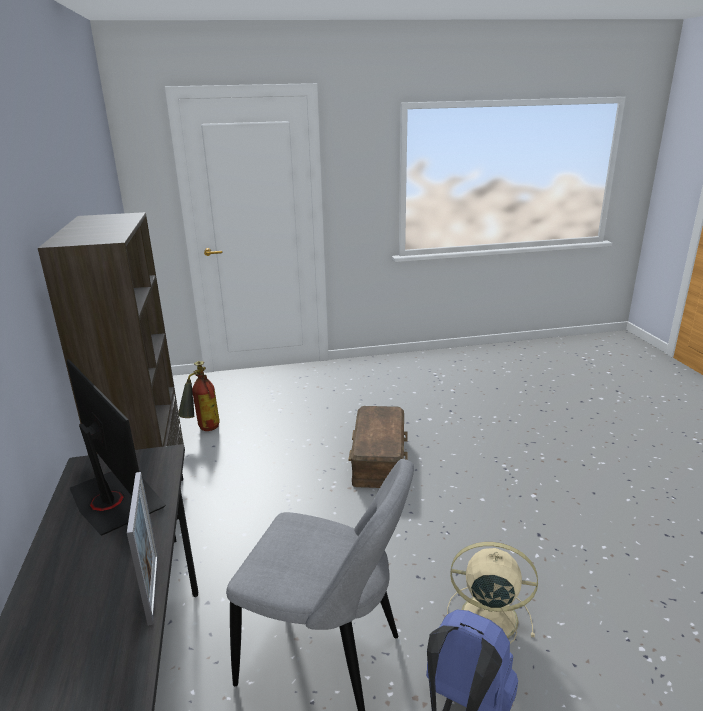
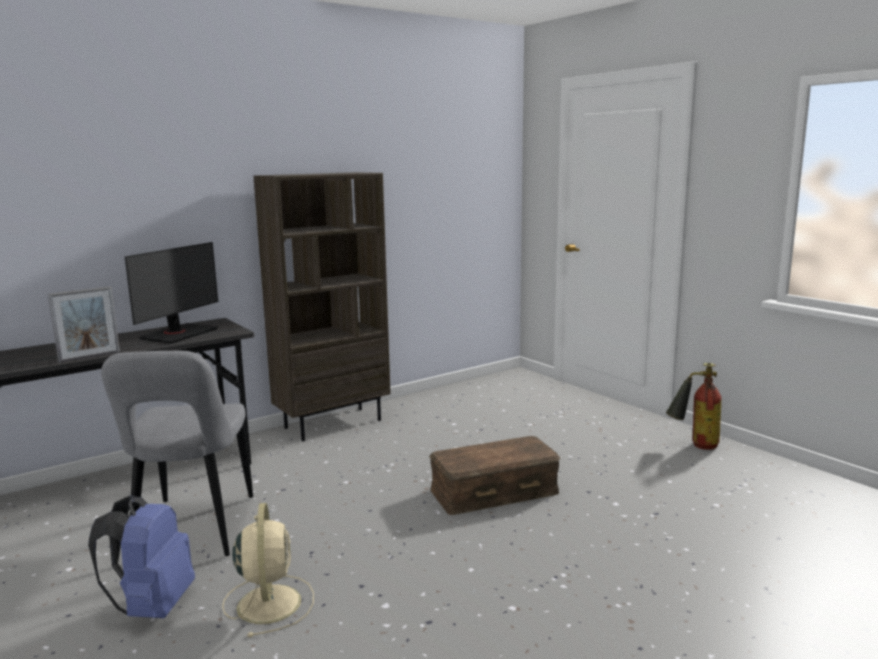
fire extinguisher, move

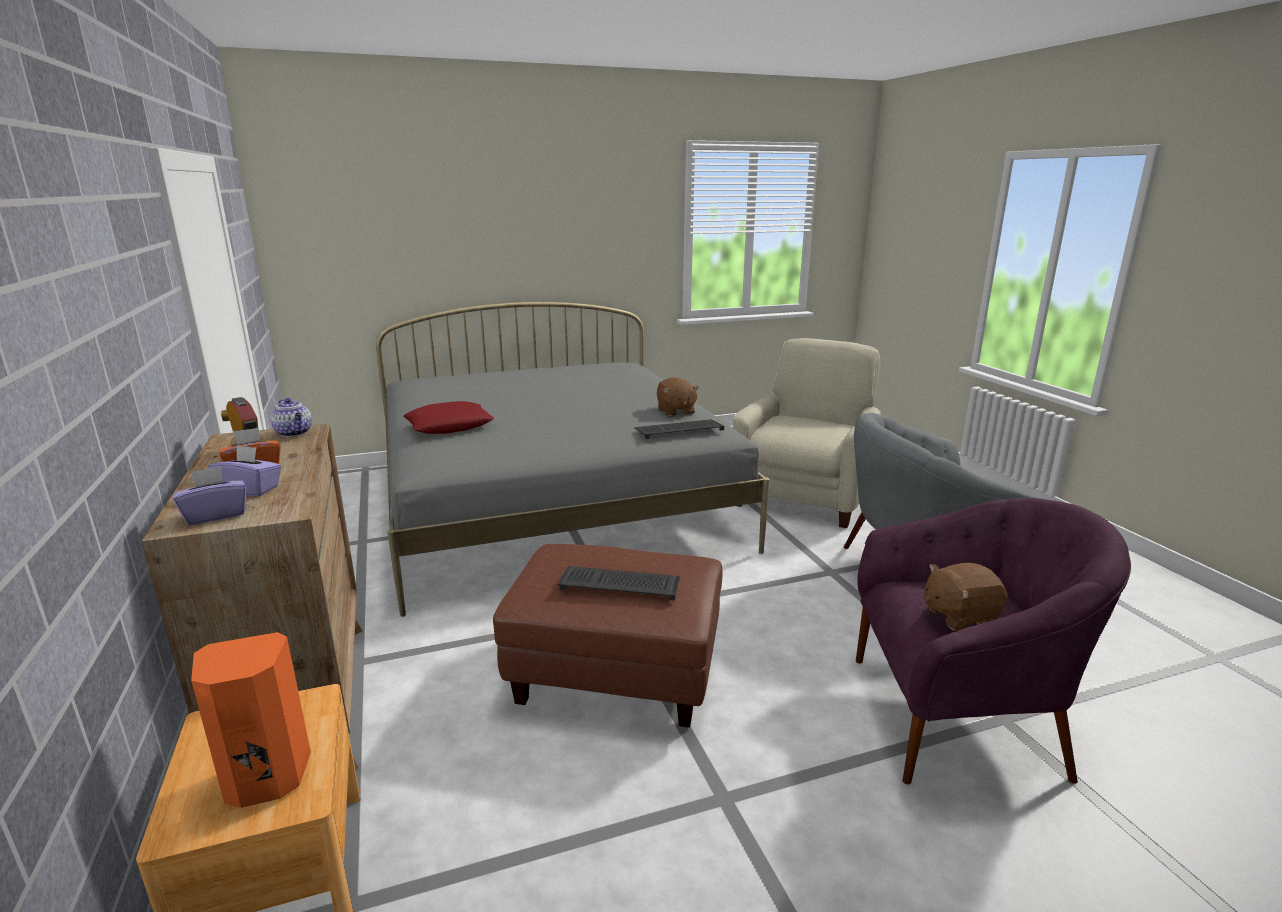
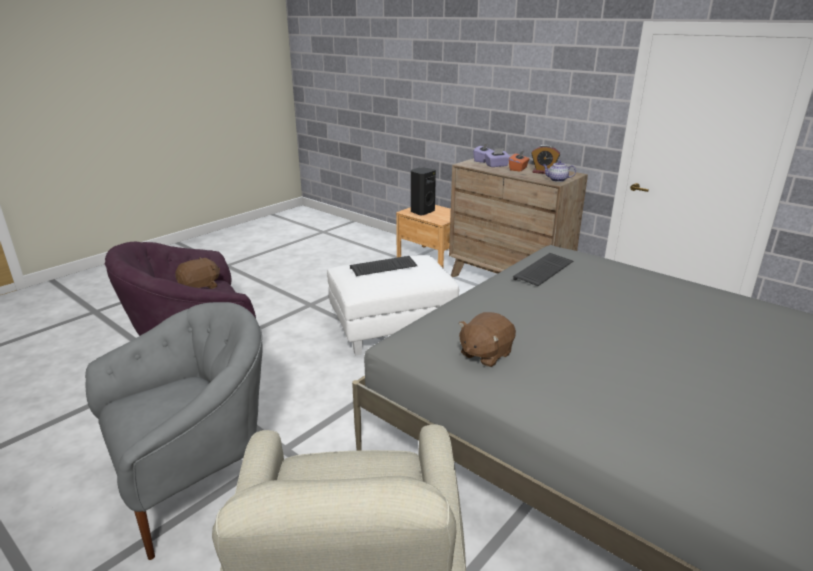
ottoman (brown) → ottoman (white)
speaker (orange) → speaker (black)
plush toy (brown) (1st from left in the first image) → plush toy (brown) (2nd from left), 90 degrees counterclockwise
keyboard (2nd from left), move
pillow (red) → -

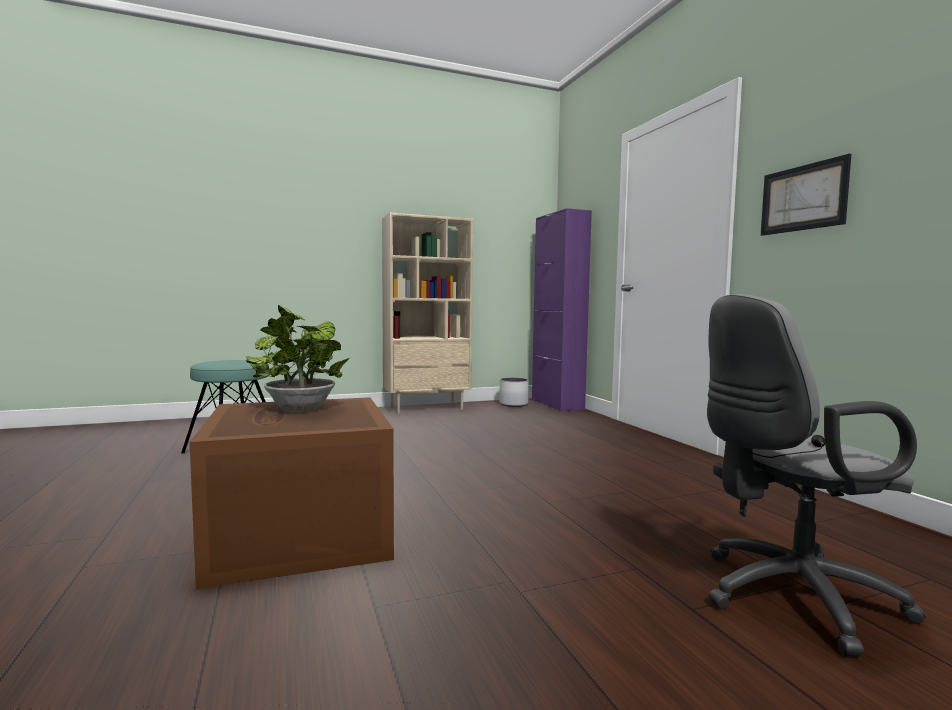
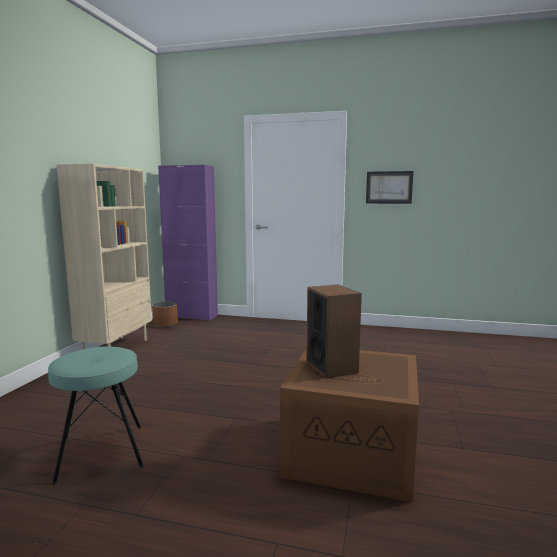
planter (white) → planter (brown)
potted plant → speaker
office chair (grey) → -

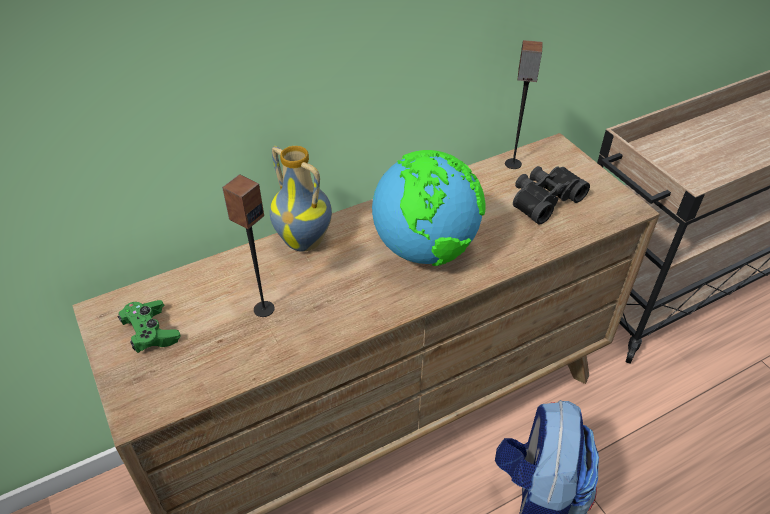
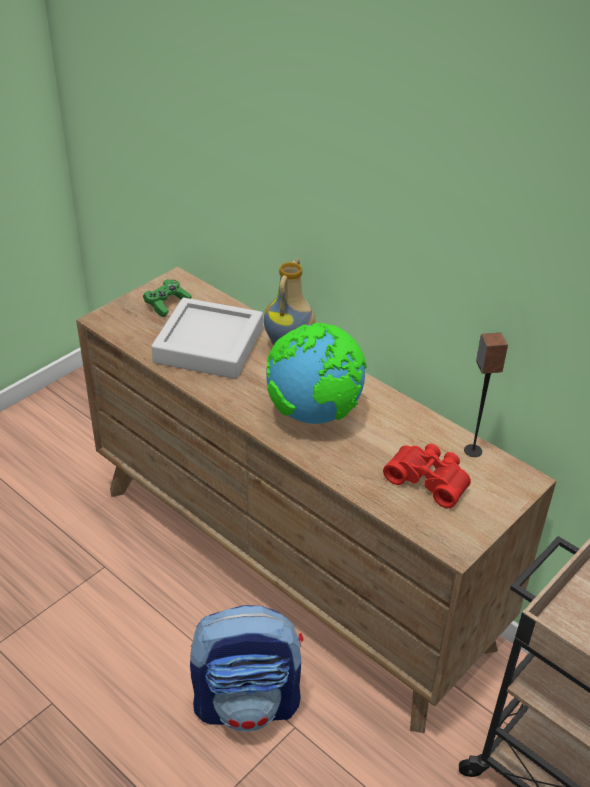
speaker (1st from left) → tray (grey)
binoculars (black) → binoculars (red)

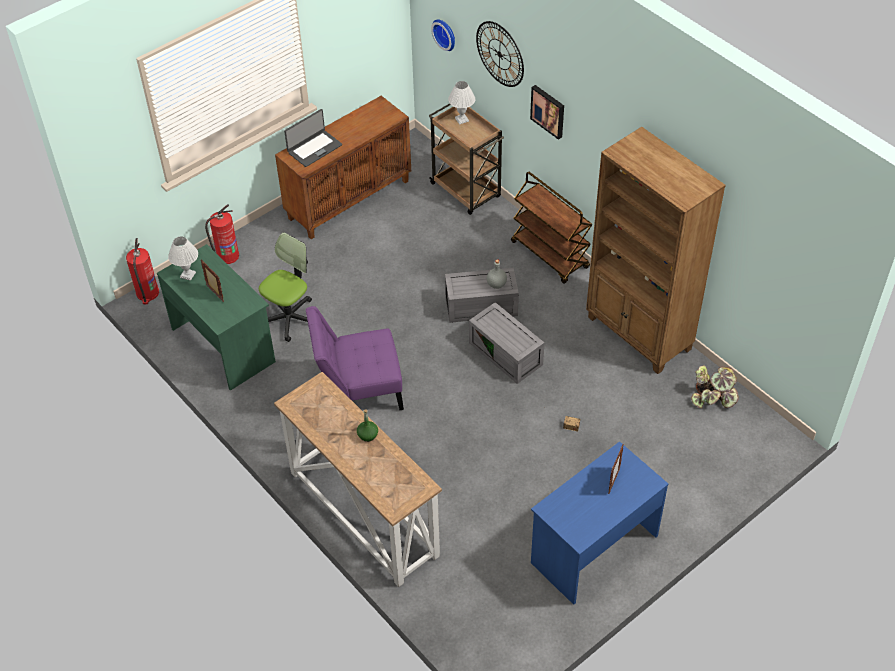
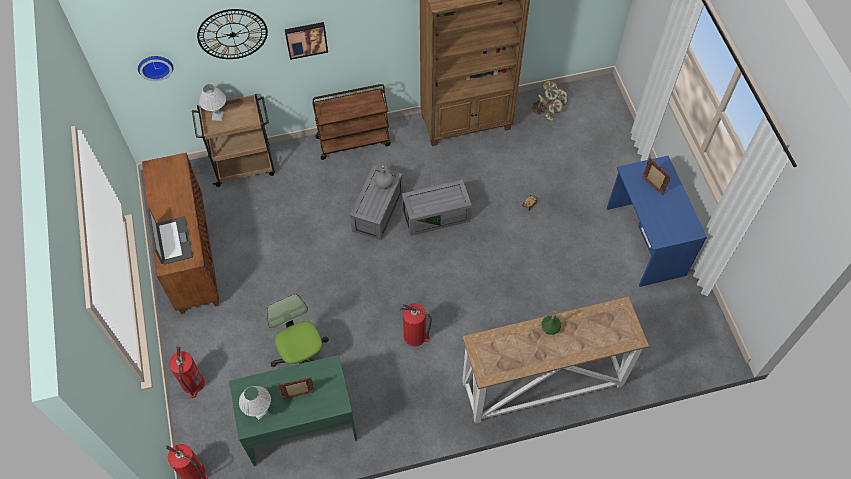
chair (purple) → fire extinguisher (3rd from left)

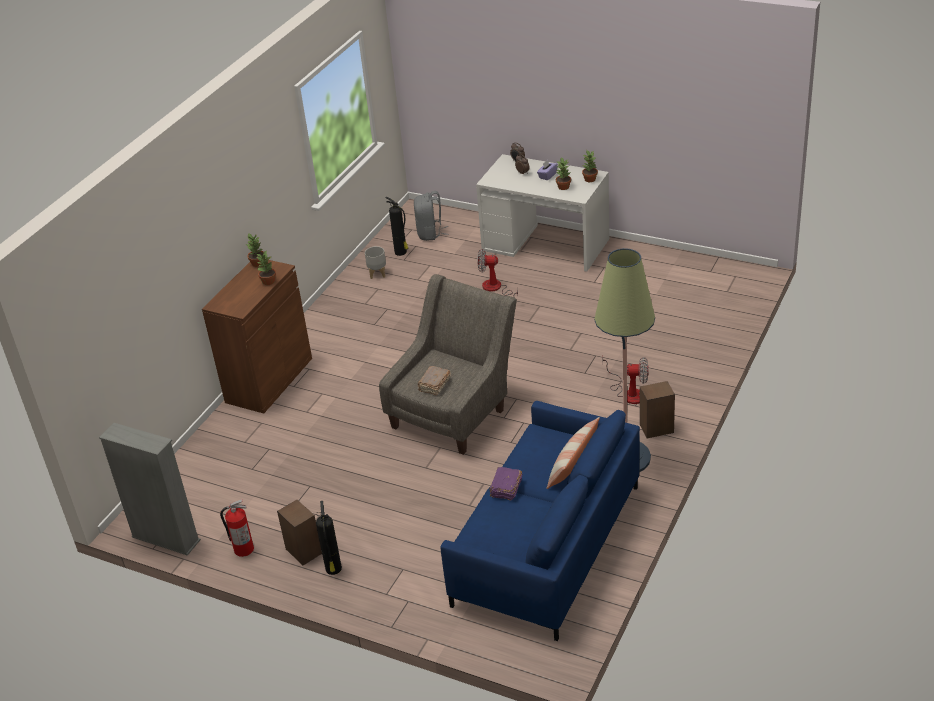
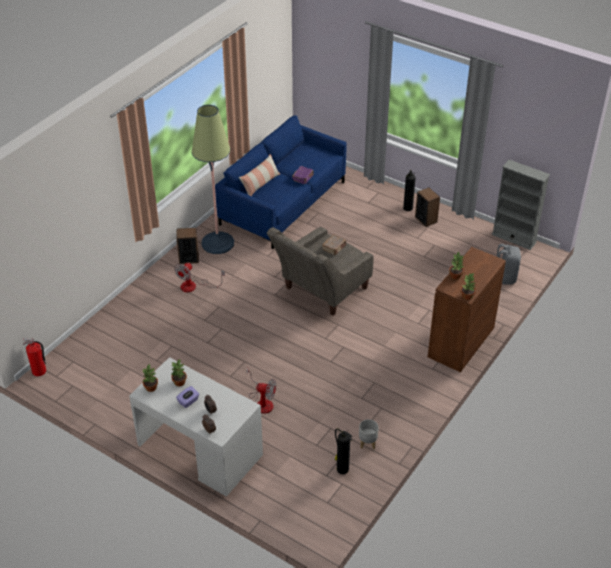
fire extinguisher (1st from left), move
fan (2nd from left in the first image) → fan (1st from left), 75 degrees counterclockwise
backpack (grey), move

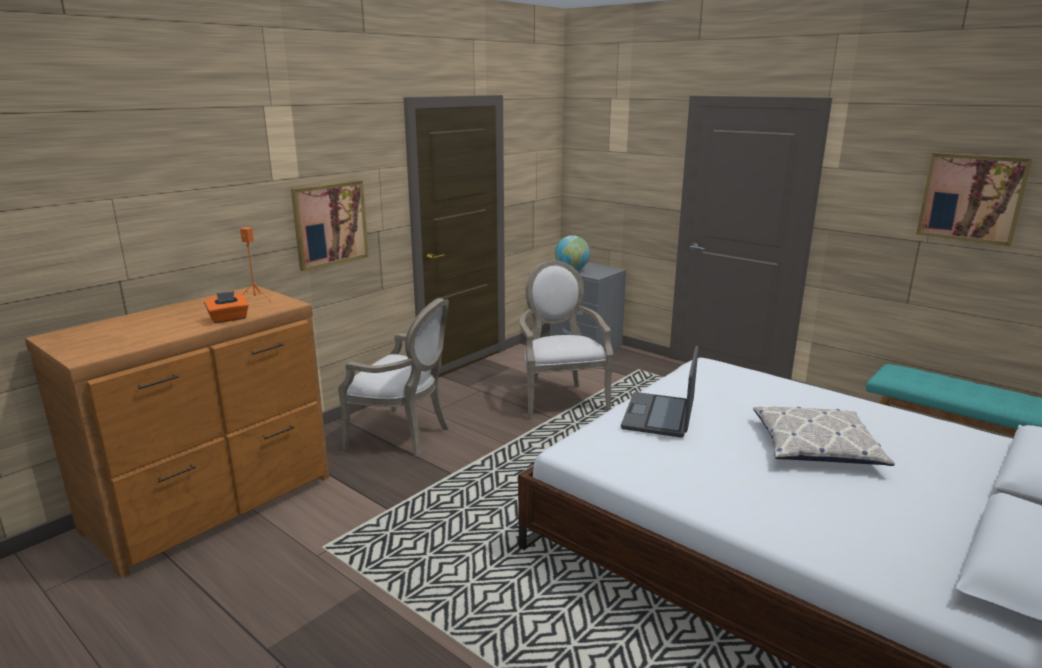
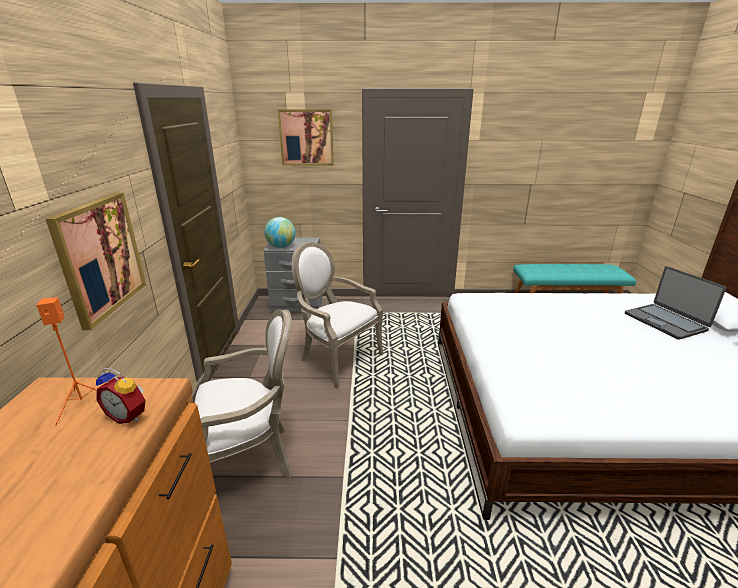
- → alarm clock
picture (2nd from left), move
laptop, move
tissue box (orange) → -
pillow → -

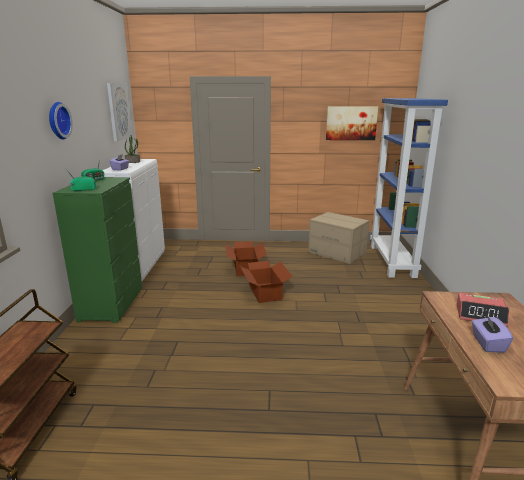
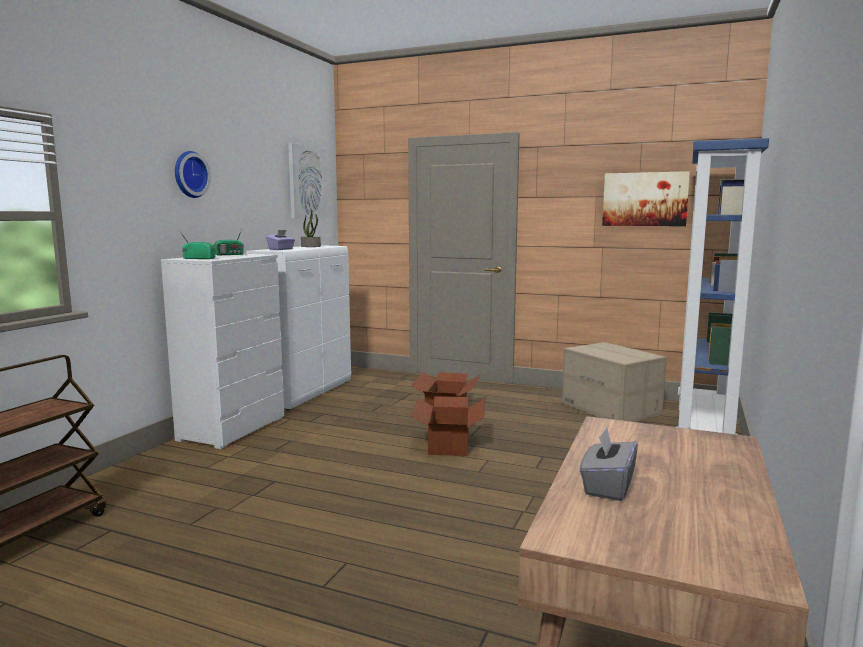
dresser (green) → dresser (white)
tissue box (purple) (2nd from left) → tissue box (grey)
alarm clock → -

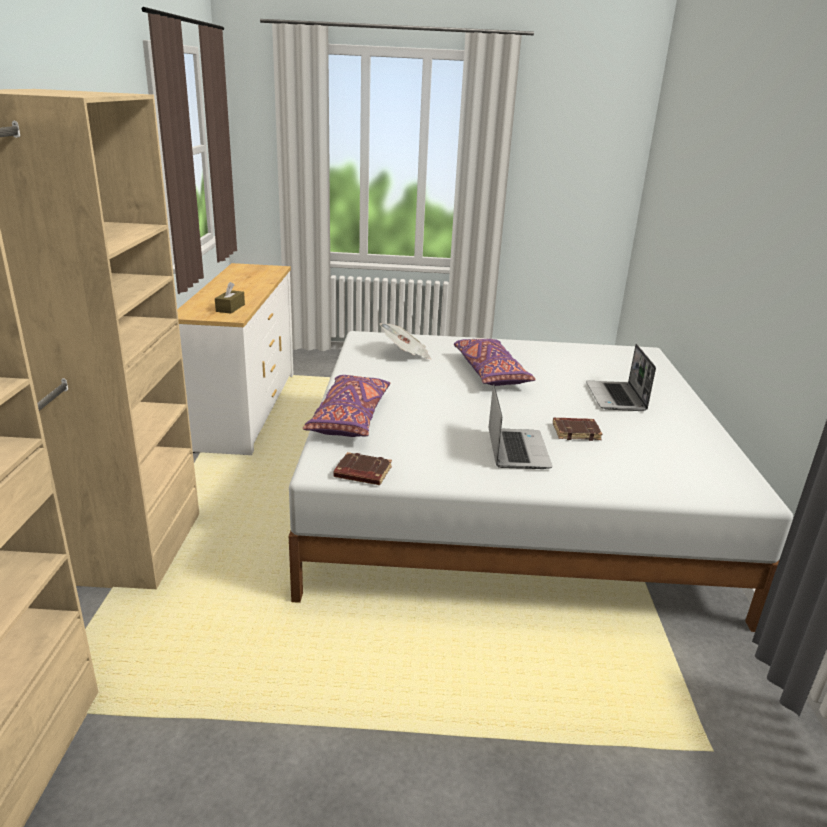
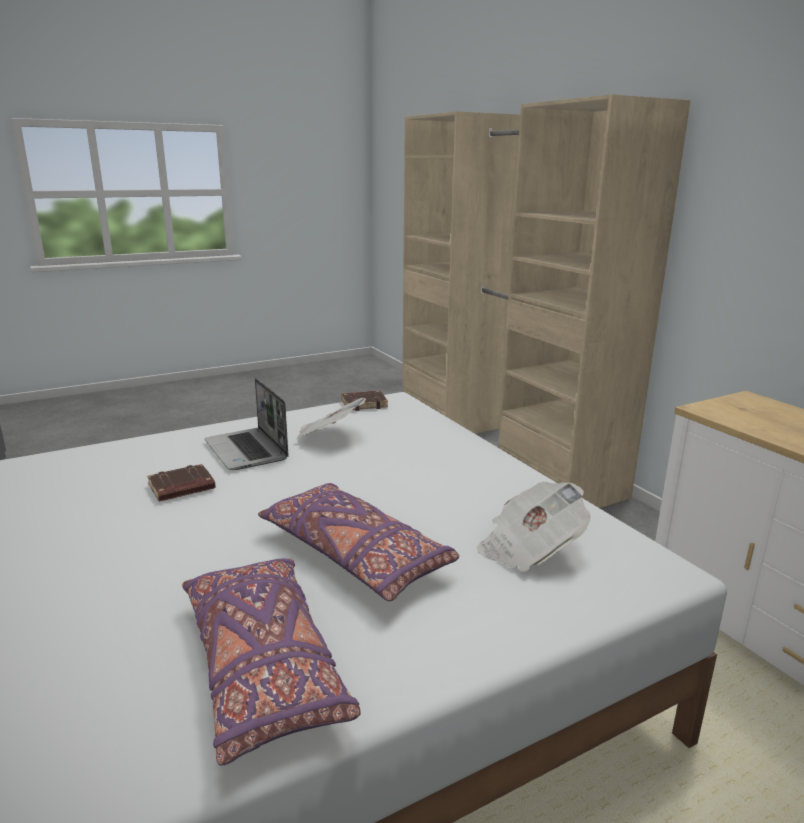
pillow (purple) (1st from left), move
- → newspaper (1st from left)
tissue box (brown) → -
laptop (2nd from left) → -

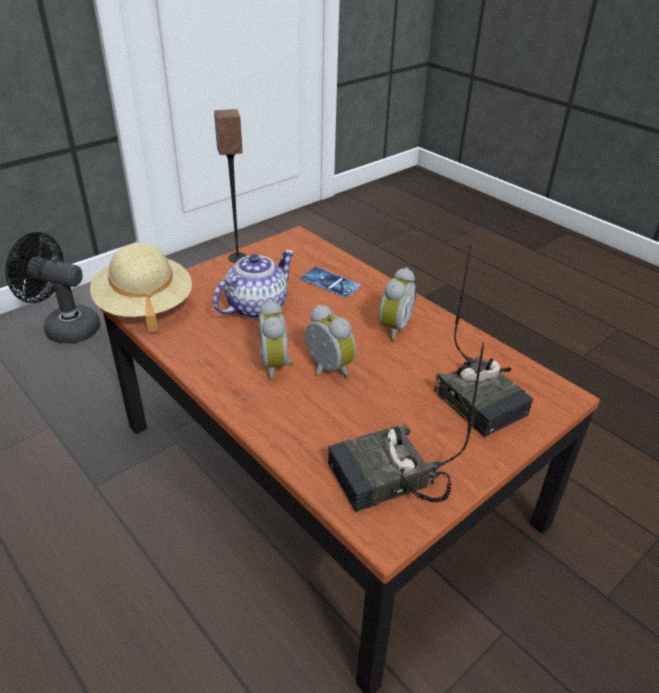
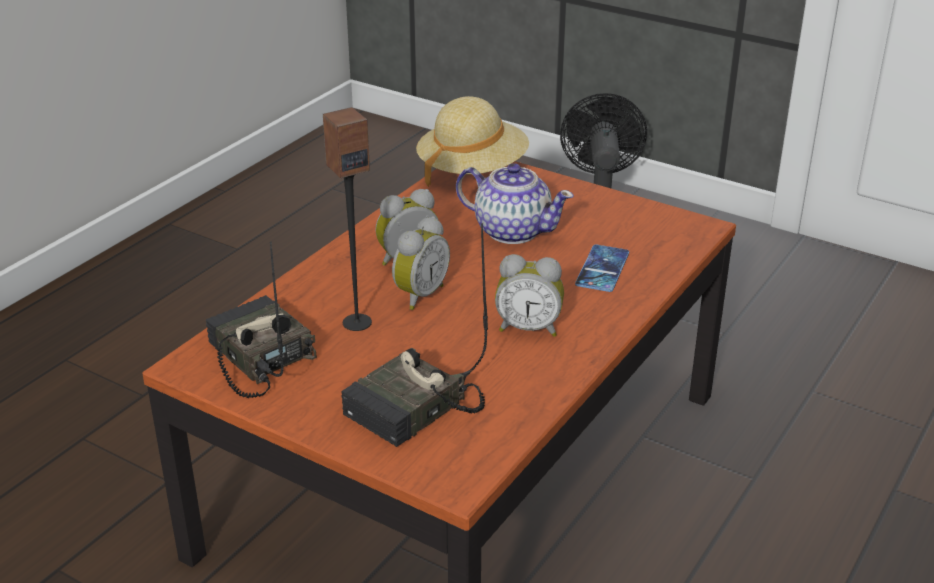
speaker, move

